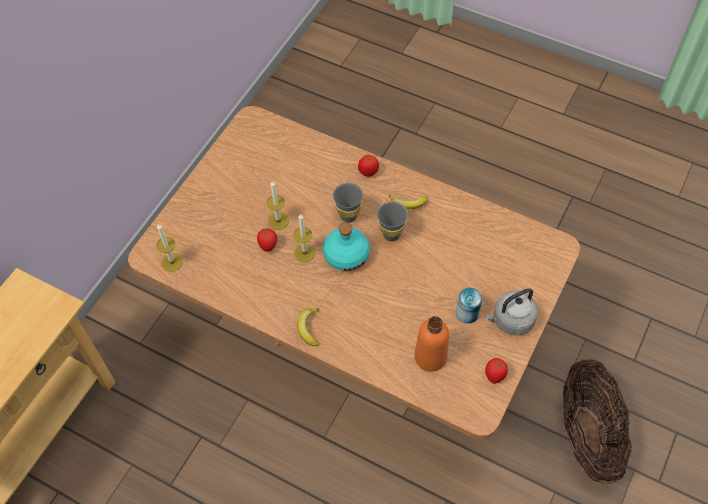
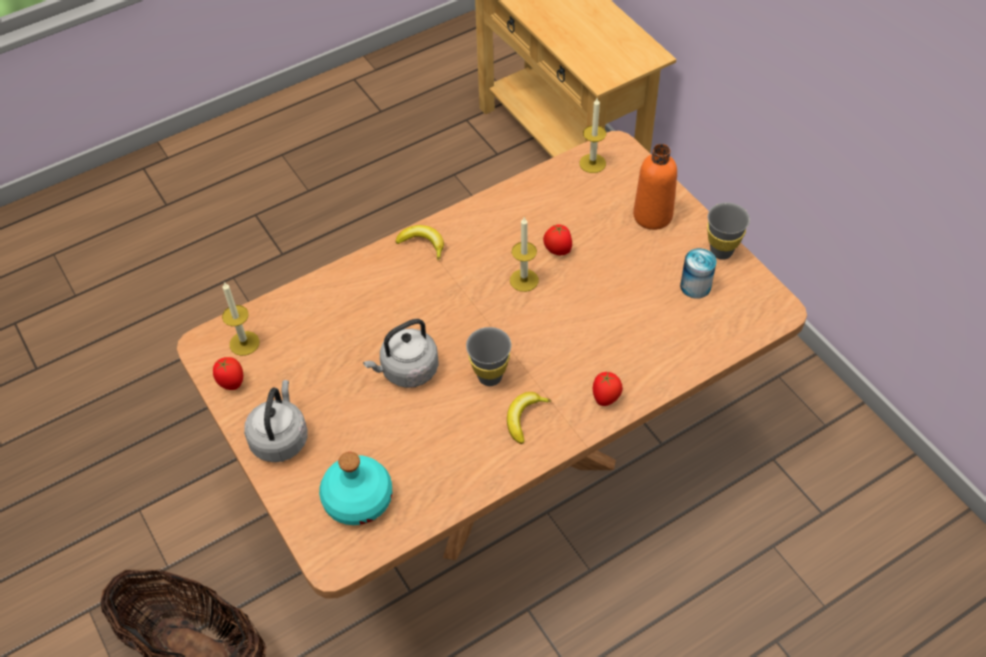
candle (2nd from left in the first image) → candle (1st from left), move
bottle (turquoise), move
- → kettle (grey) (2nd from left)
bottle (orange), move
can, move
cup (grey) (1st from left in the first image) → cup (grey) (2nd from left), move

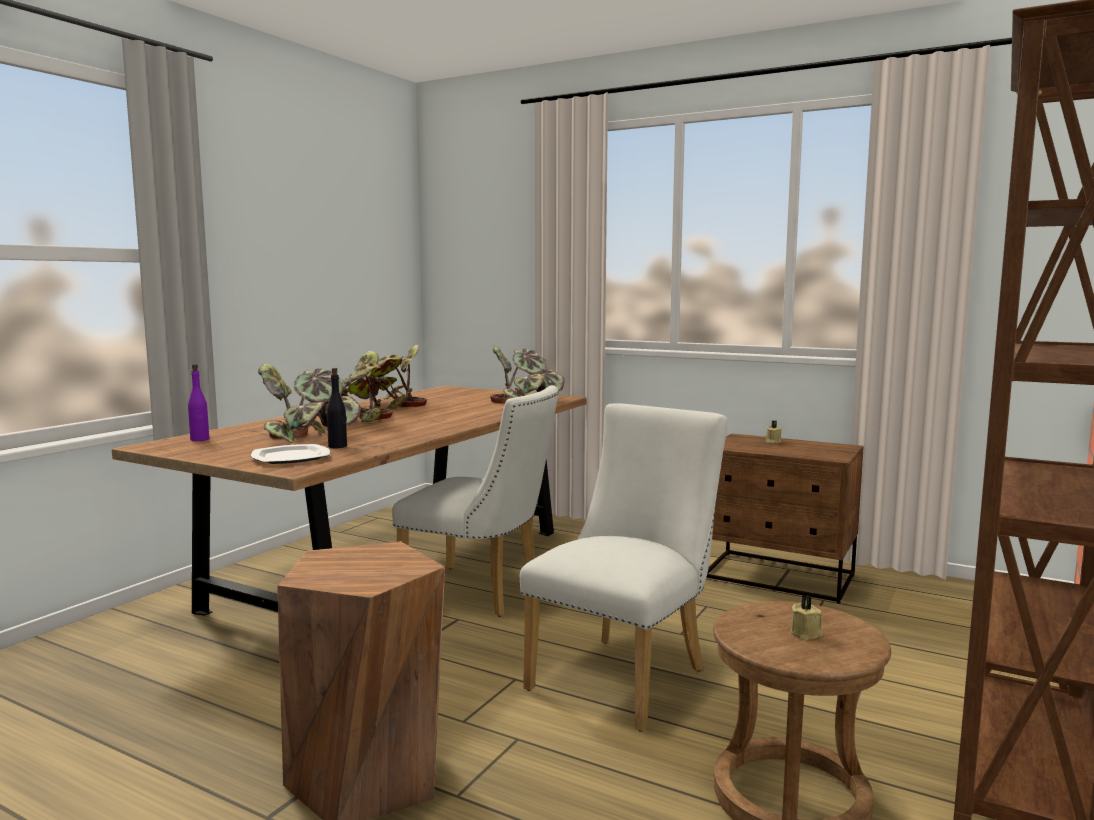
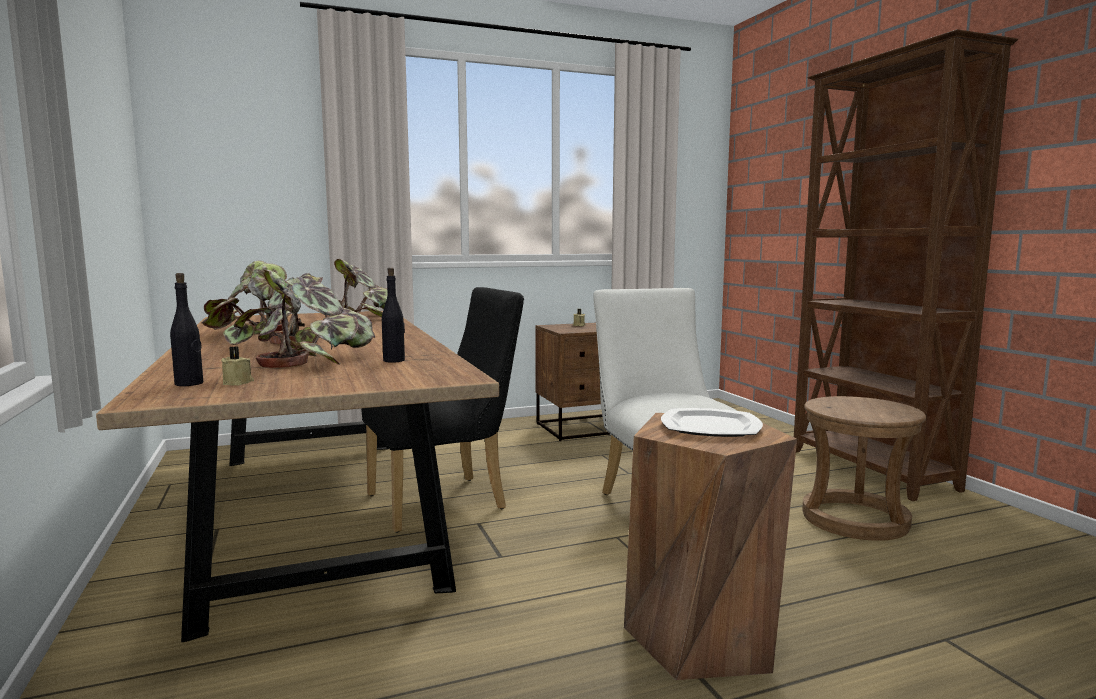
bottle (purple) → bottle (black) (1st from left)
candle (beige) (2nd from left in the first image) → candle (beige) (1st from left), move
chair (white) (1st from left) → chair (black)
plate, move

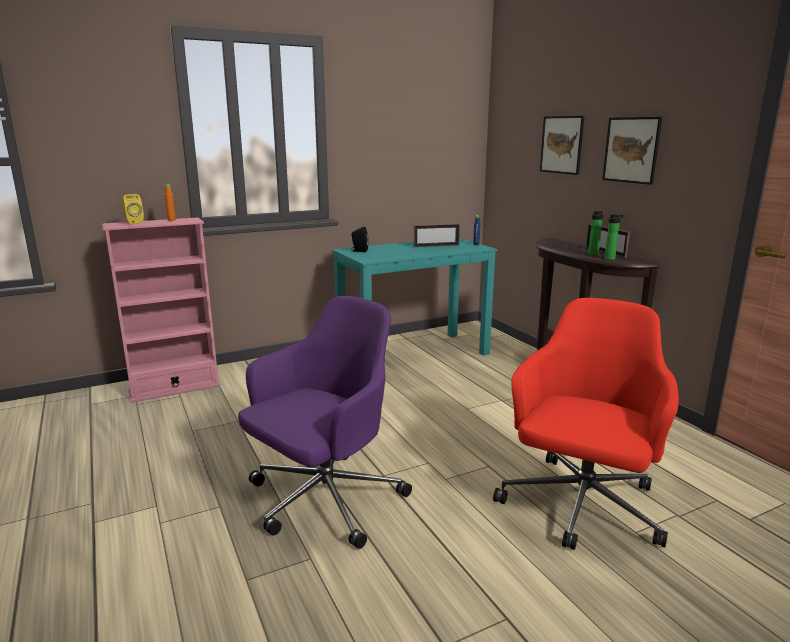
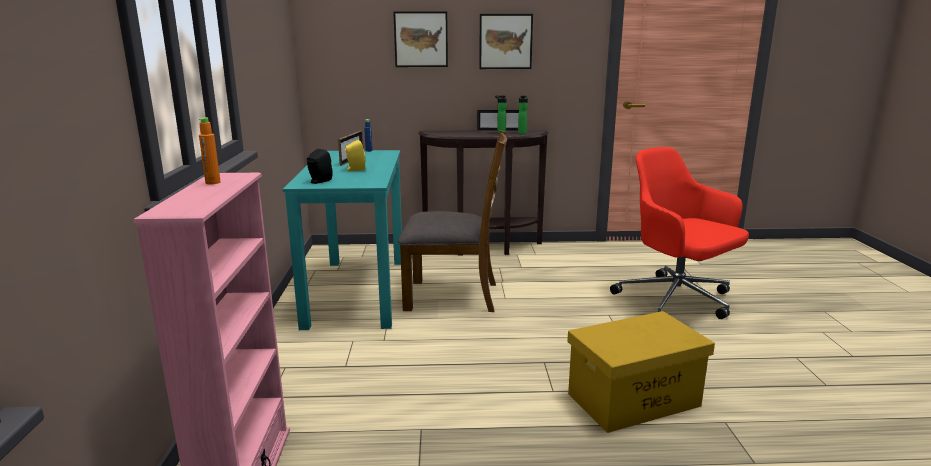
speaker (yellow), move
- → chair (brown)
office chair (purple) → storage box (yellow)

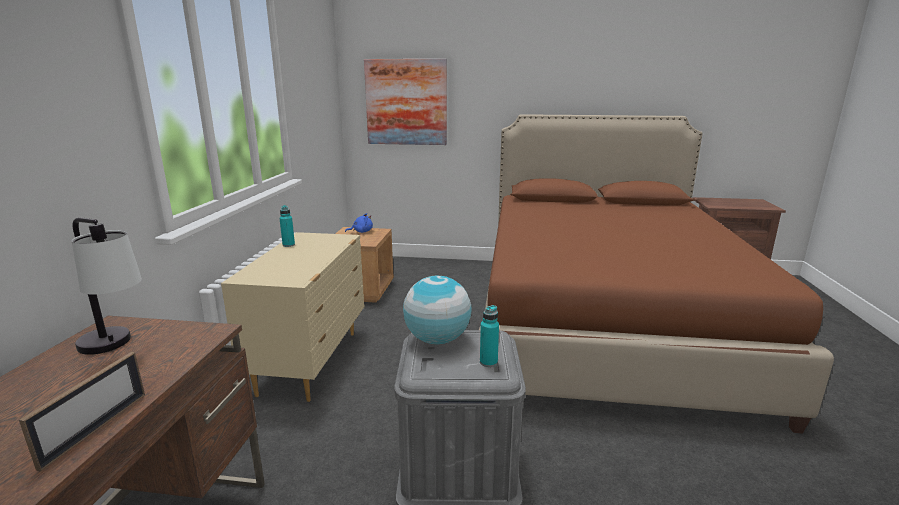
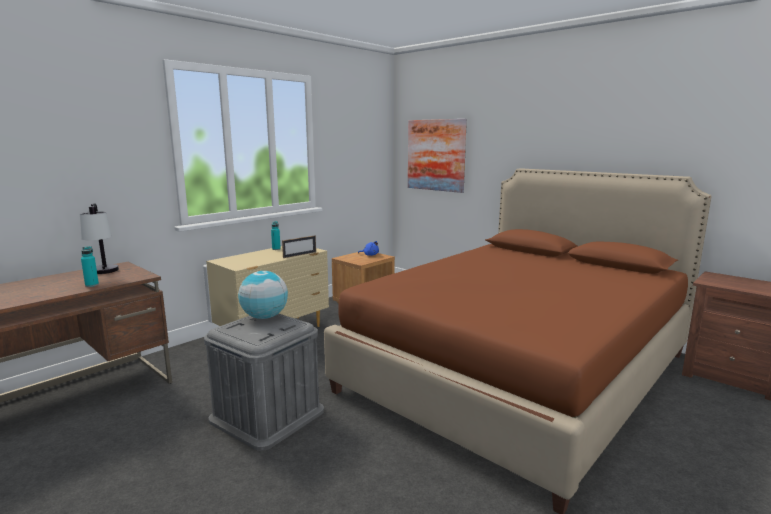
bottle (turquoise) (2nd from left in the first image) → bottle (turquoise) (1st from left), move
picture frame, move

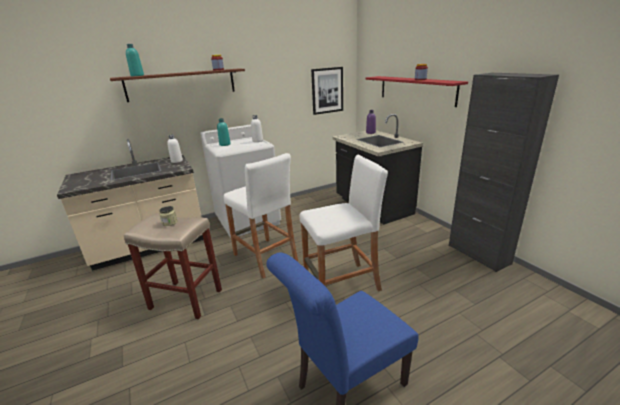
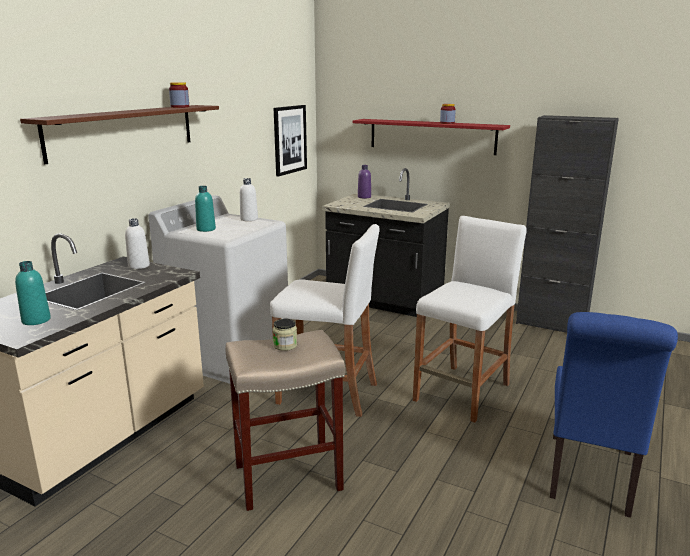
bottle (turquoise) (1st from left), move

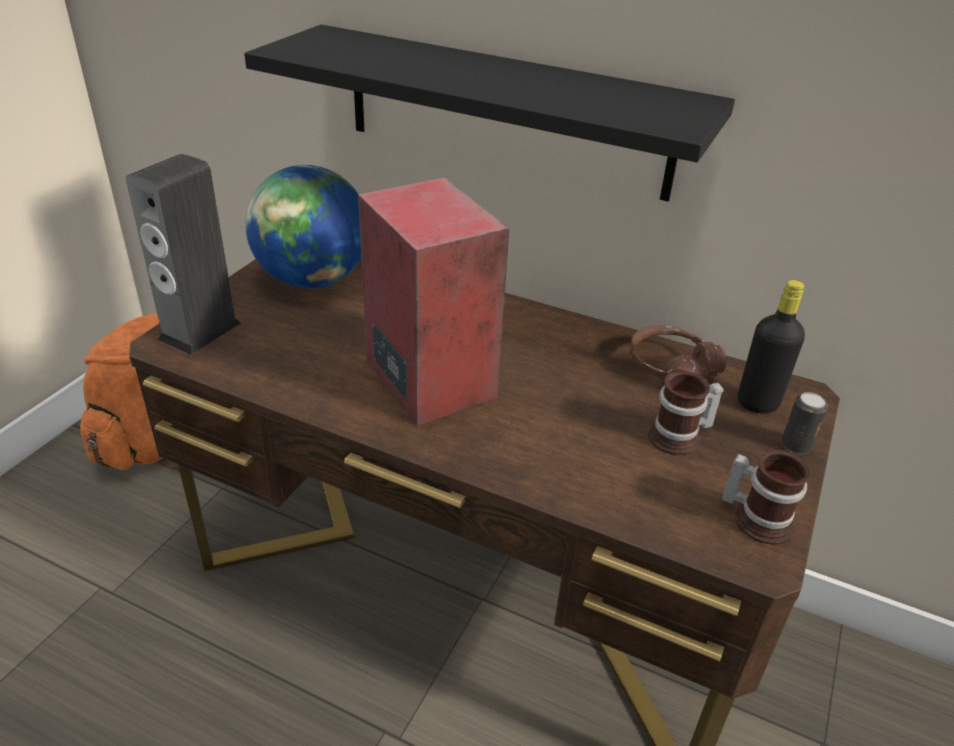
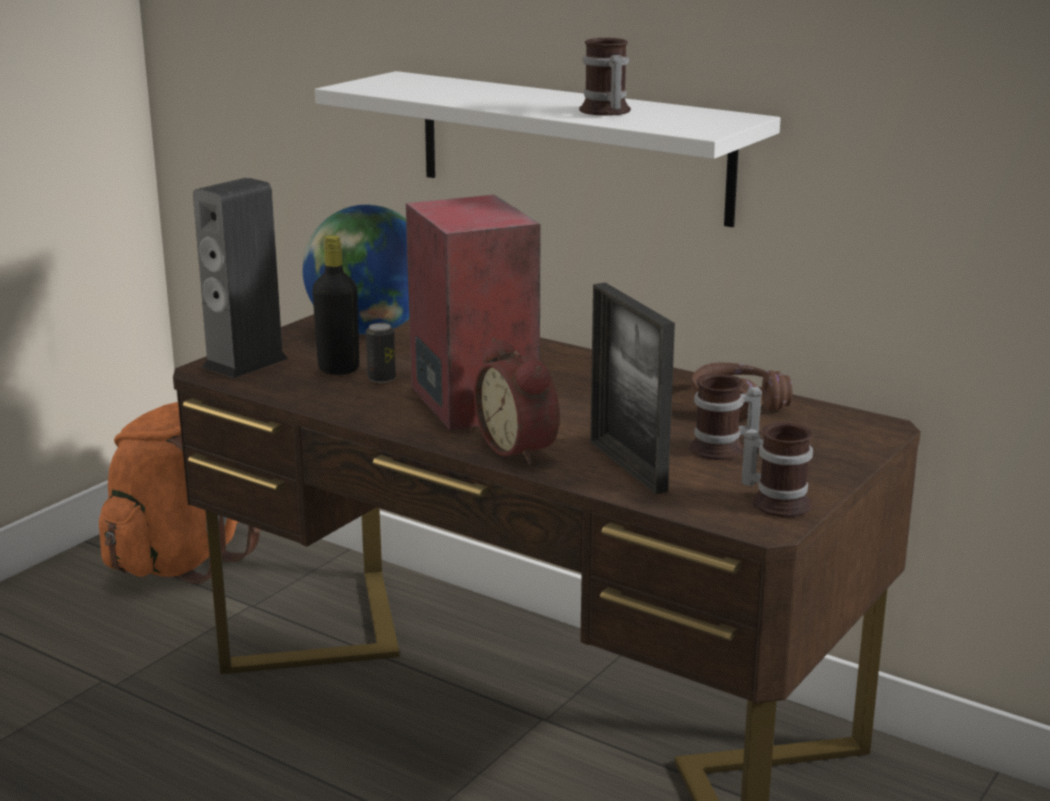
bottle (black), move
shelf (black) → shelf (white)
can, move
- → alarm clock
- → mug (1st from left)
- → picture frame

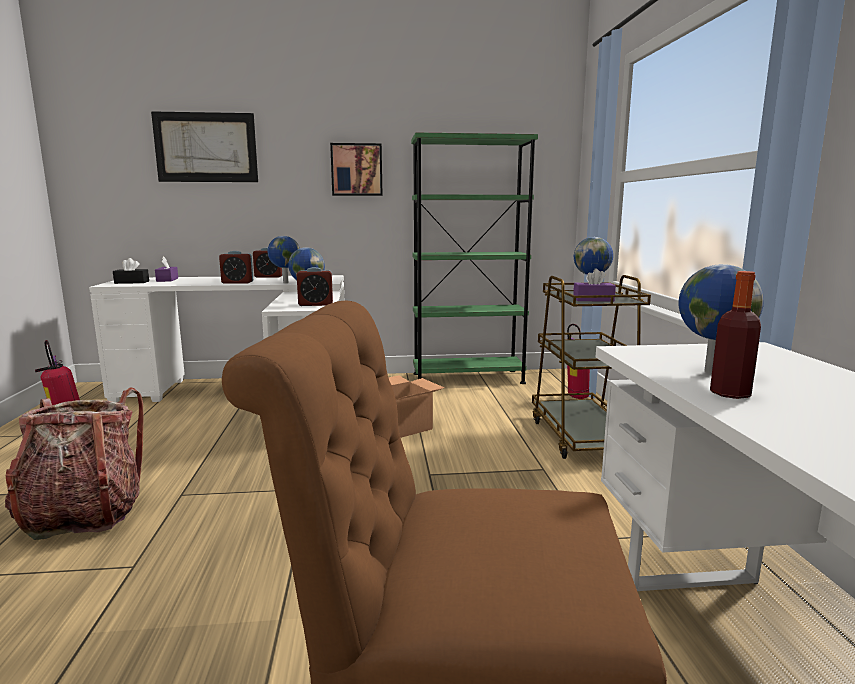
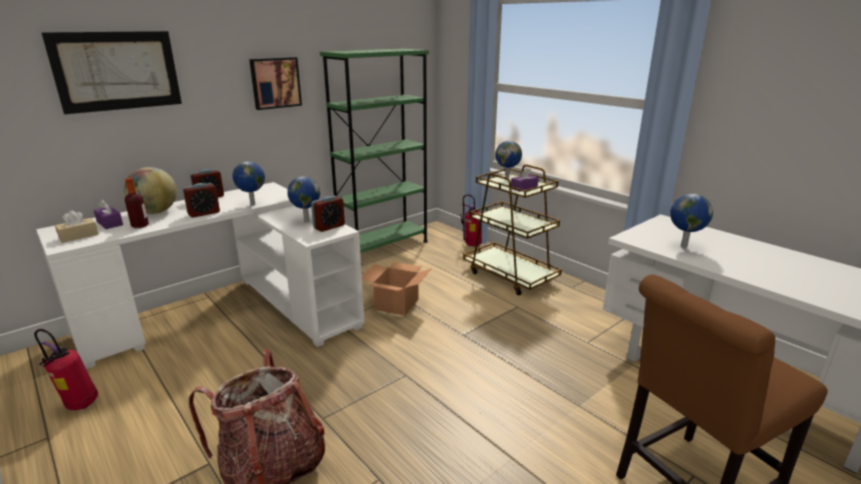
tissue box (black) → tissue box (beige)
- → globe (1st from left)
bottle, move

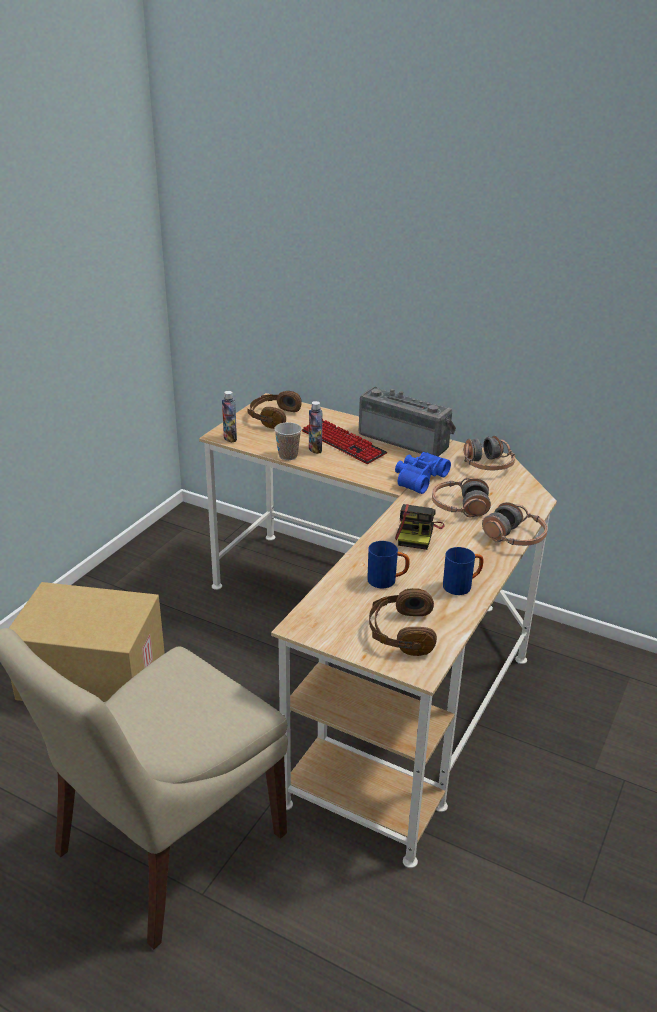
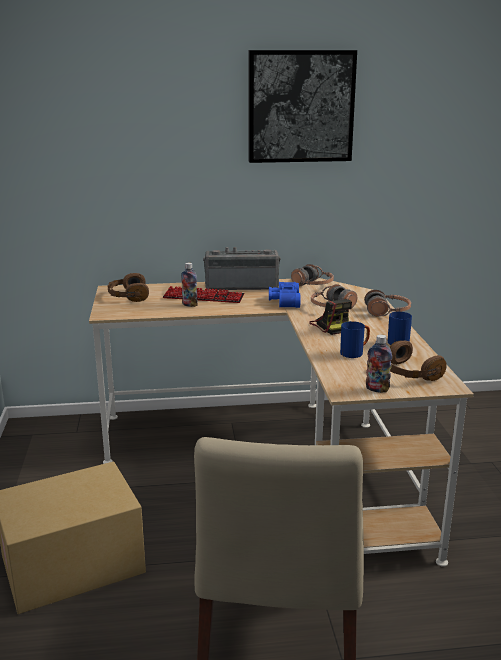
- → picture
bottle (1st from left in the first image) → bottle (2nd from left), move
cup → -

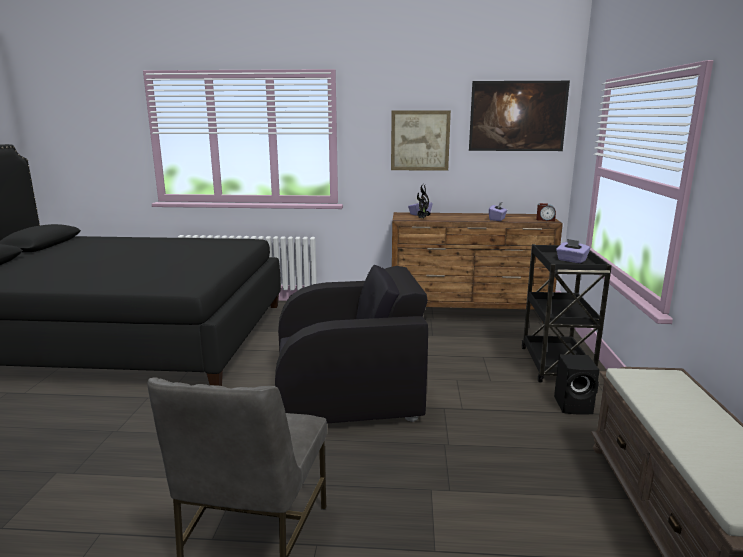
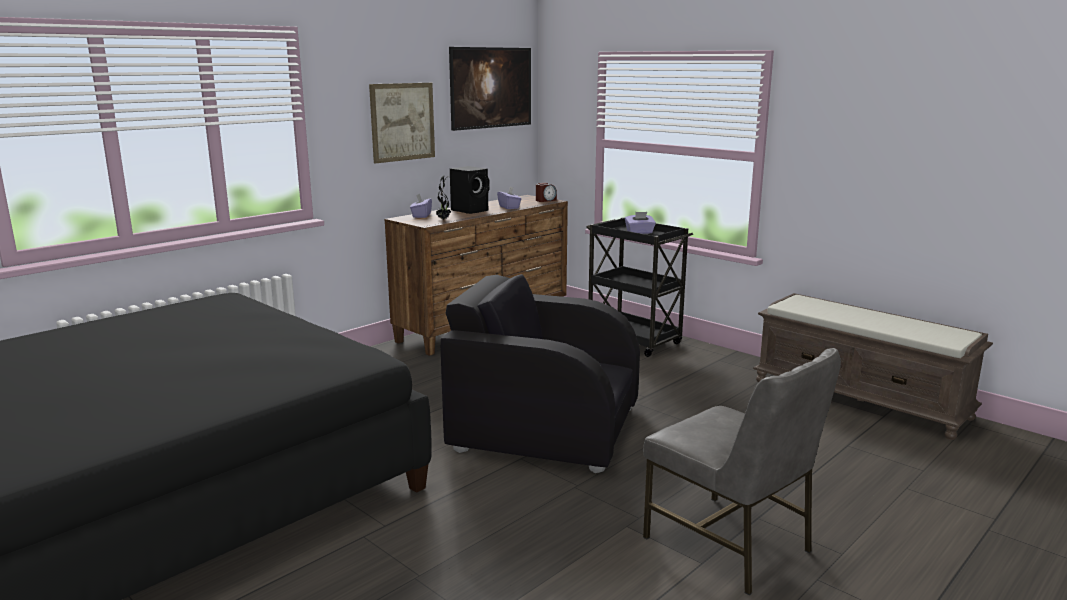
armchair (black), 105 degrees counterclockwise
speaker (black), move

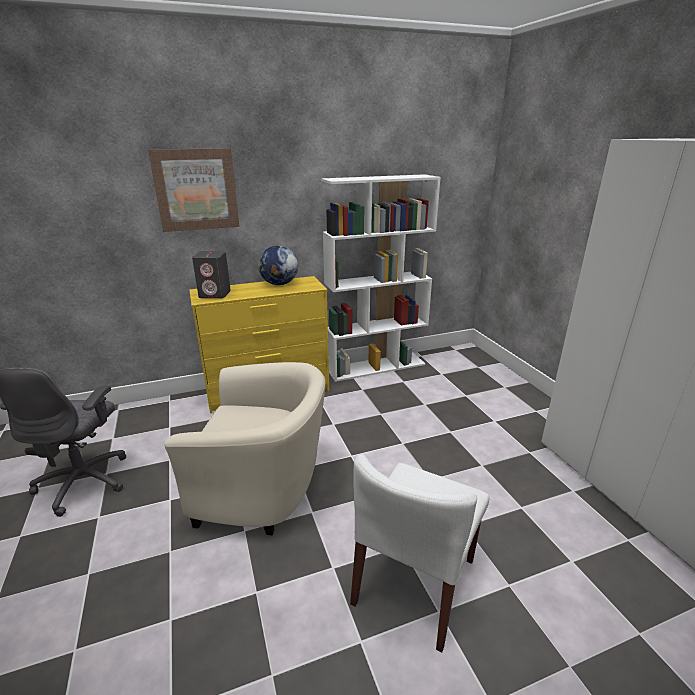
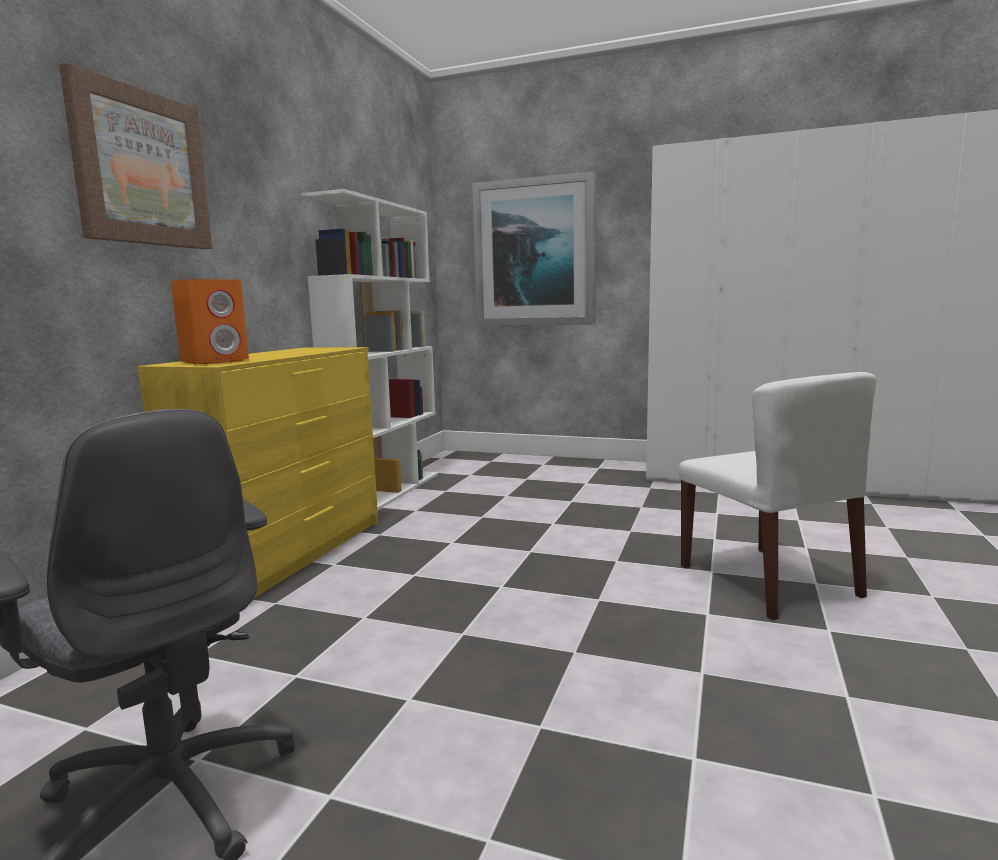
speaker (grey) → speaker (orange)
- → picture (2nd from left)
armchair (beige) → -
globe → -

